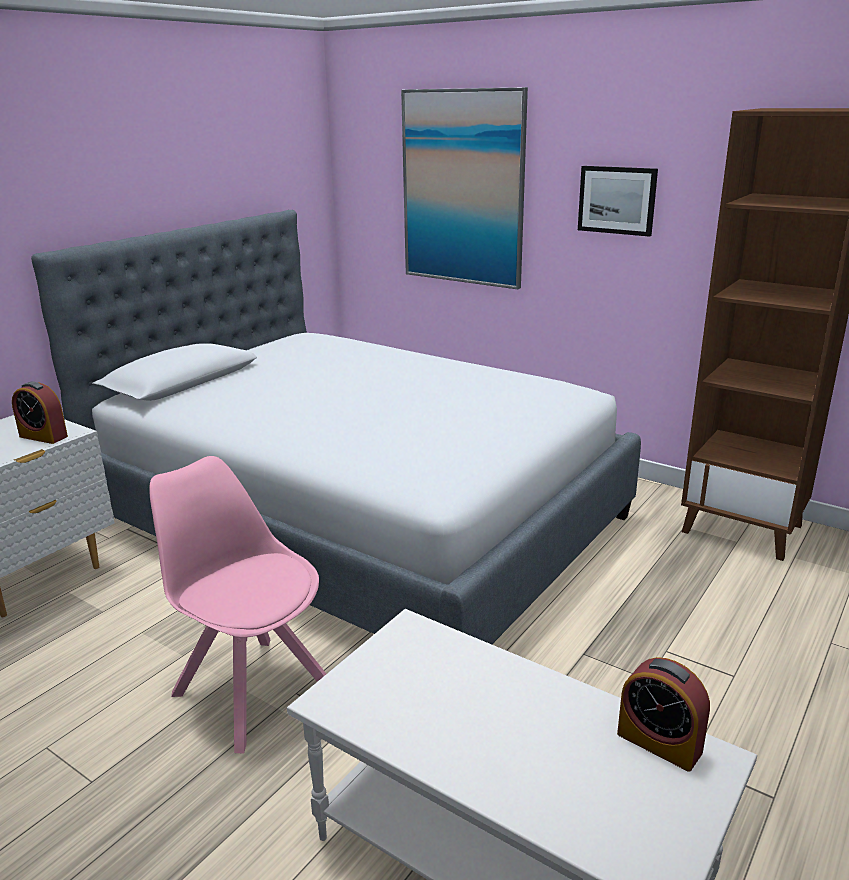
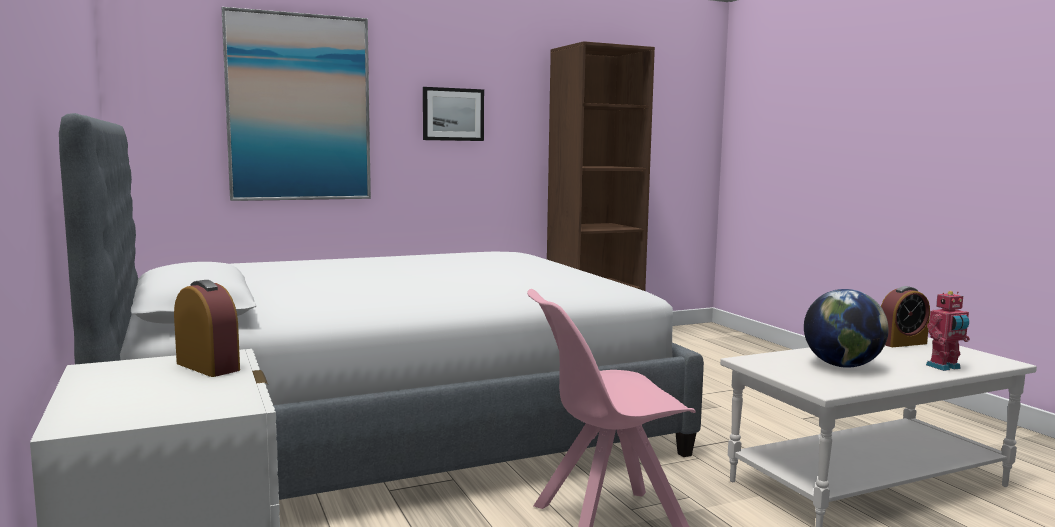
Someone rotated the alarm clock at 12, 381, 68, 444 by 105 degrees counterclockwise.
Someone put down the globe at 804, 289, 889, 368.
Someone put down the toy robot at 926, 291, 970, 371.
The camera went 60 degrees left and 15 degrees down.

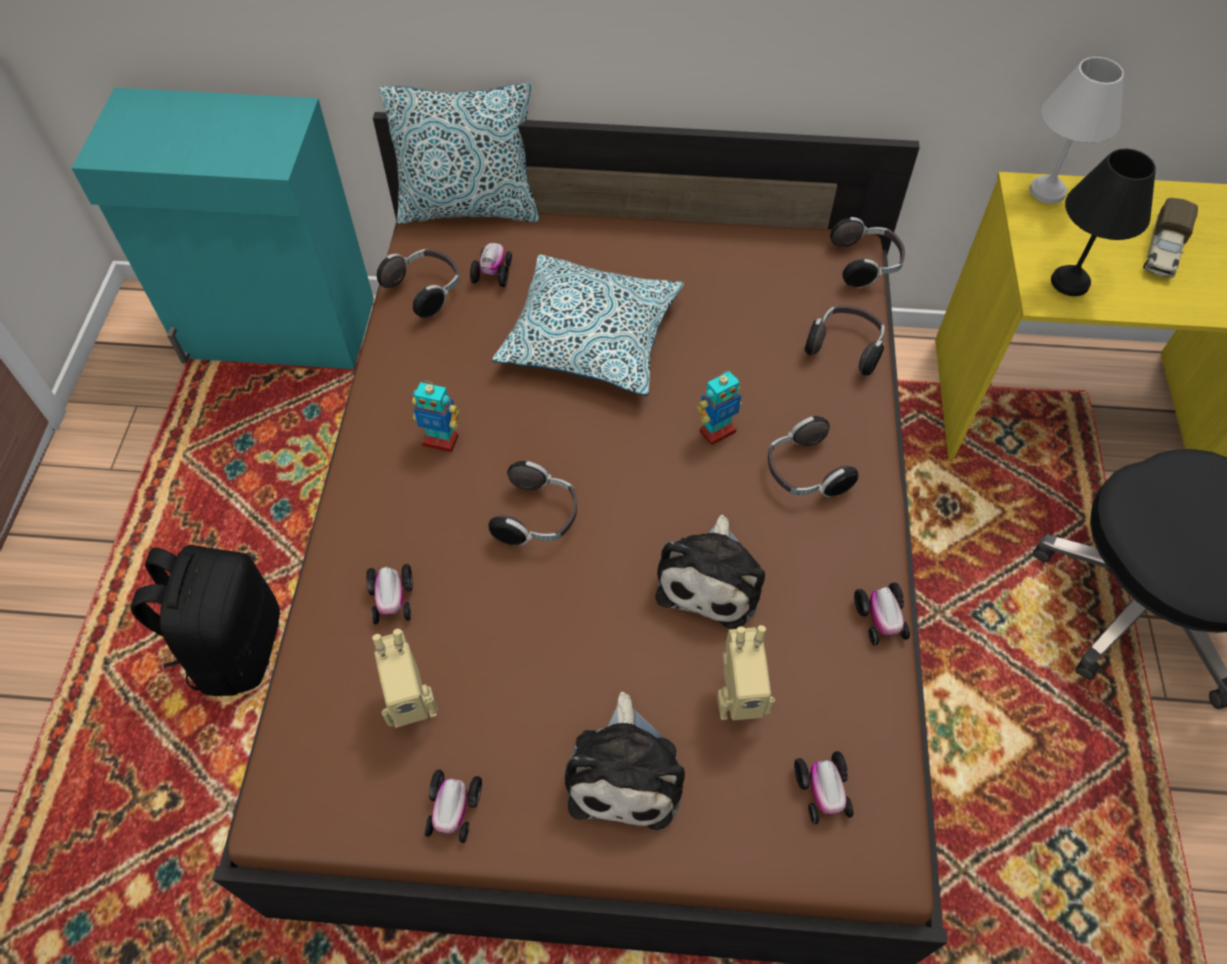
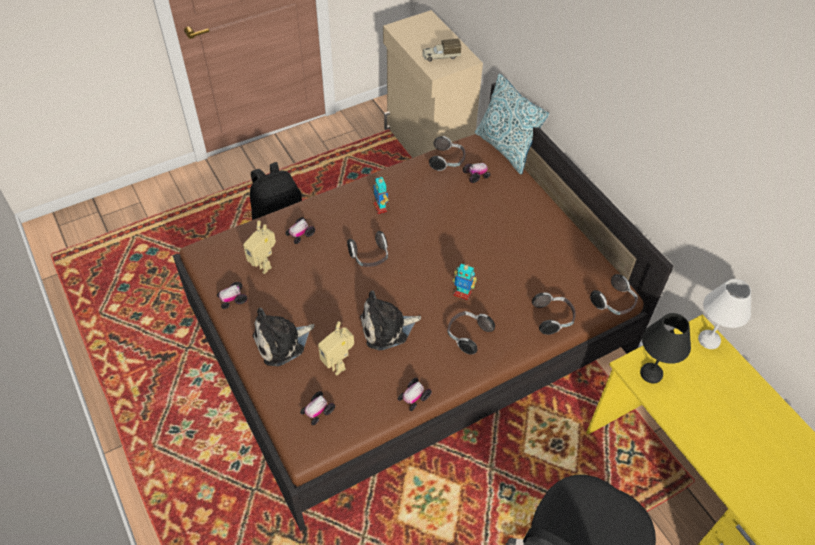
Someone repainted the turquoise cabinet at 71, 88, 374, 369, which became the beige cabinet at 383, 10, 483, 158.
Someone carried the toy truck from 1143, 198, 1198, 278 to 423, 39, 461, 61.
Someone took away the pillow at 492, 255, 684, 396.
The camera went 55 degrees right and 5 degrees down.

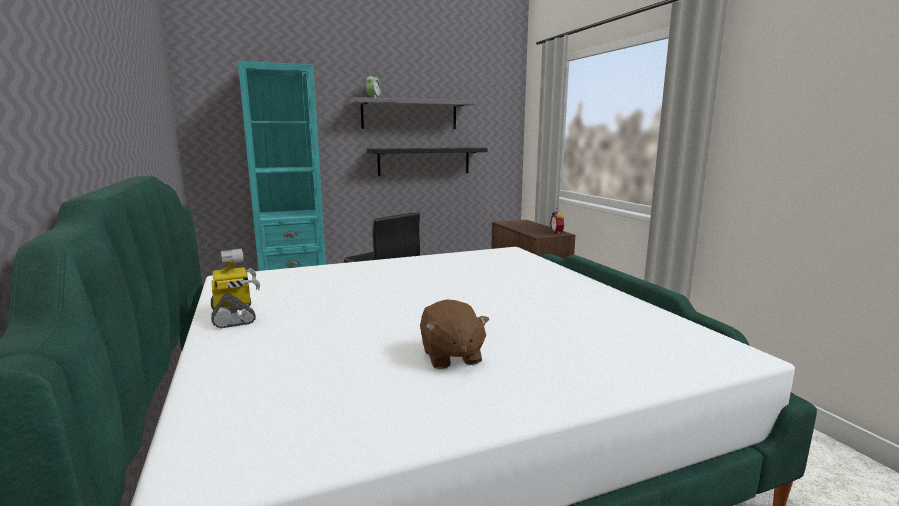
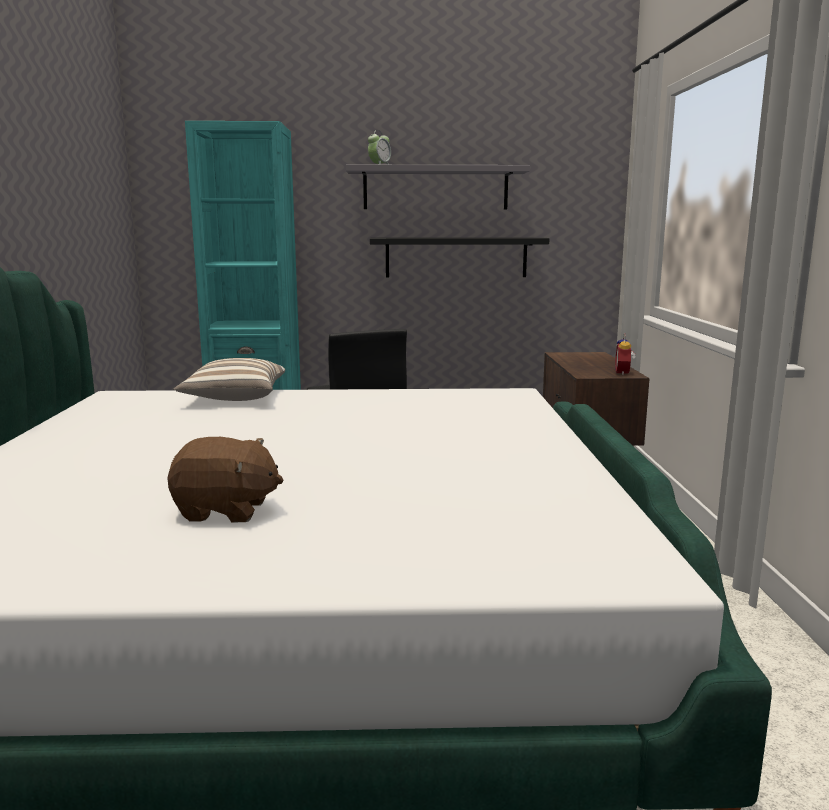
Someone rotated the brown plush toy at 420, 299, 490, 369 by 90 degrees counterclockwise.
Someone put down the pillow at 174, 358, 285, 401.
Someone took away the toy robot at 211, 249, 260, 328.
The camera went 20 degrees right and 0 degrees up.

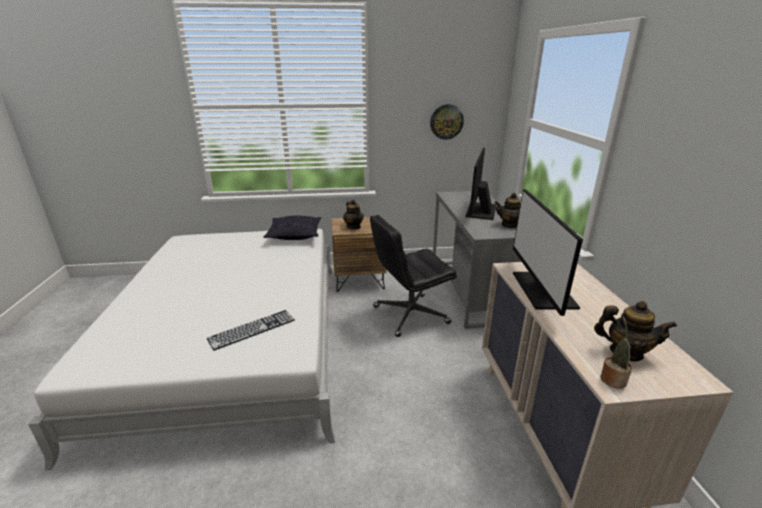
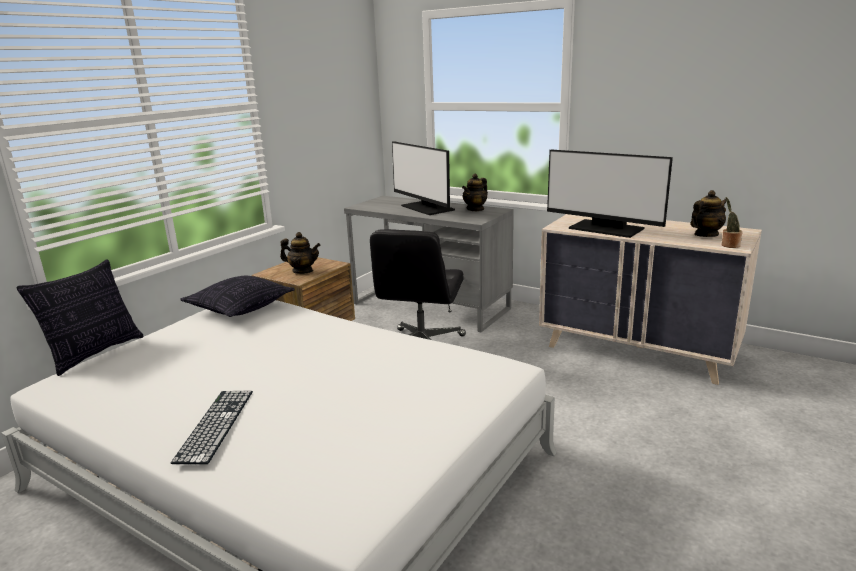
Someone put down the pillow at 17, 259, 144, 376.
Someone carried the keyboard from 207, 310, 295, 351 to 171, 390, 253, 464.
Someone took away the wall clock at 430, 104, 464, 140.
The camera went 50 degrees left and 5 degrees down.

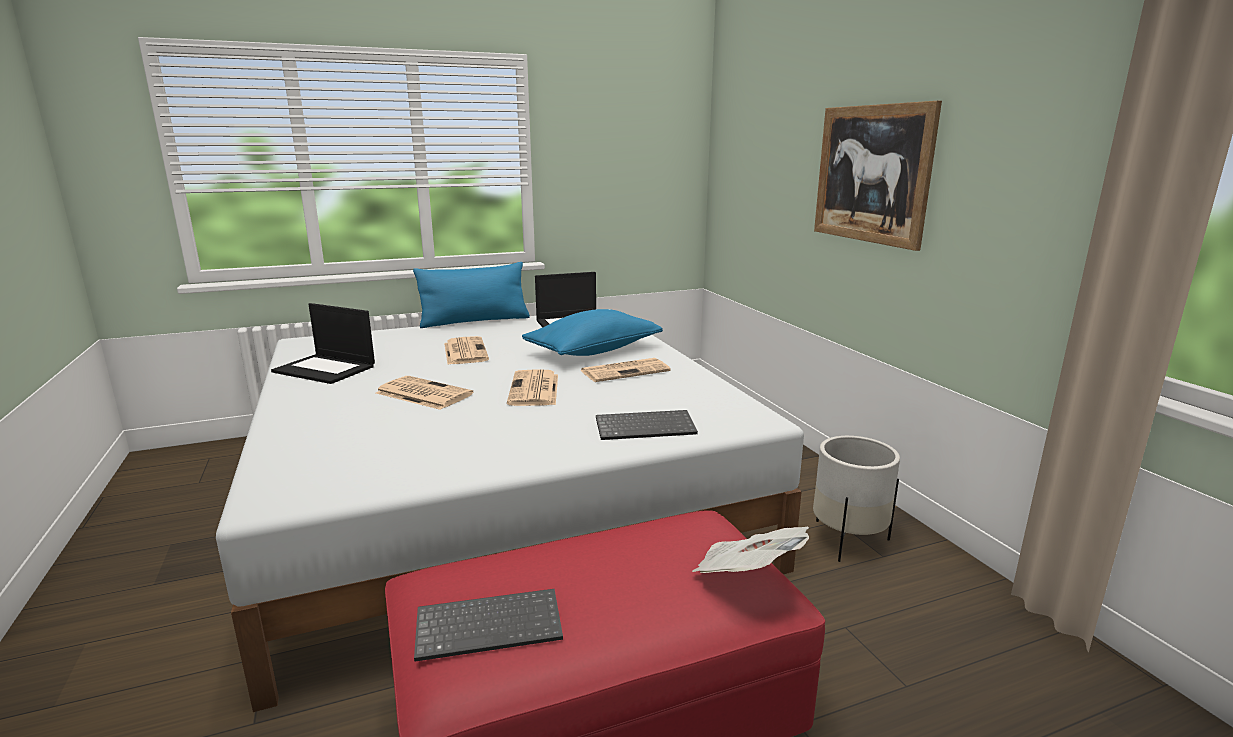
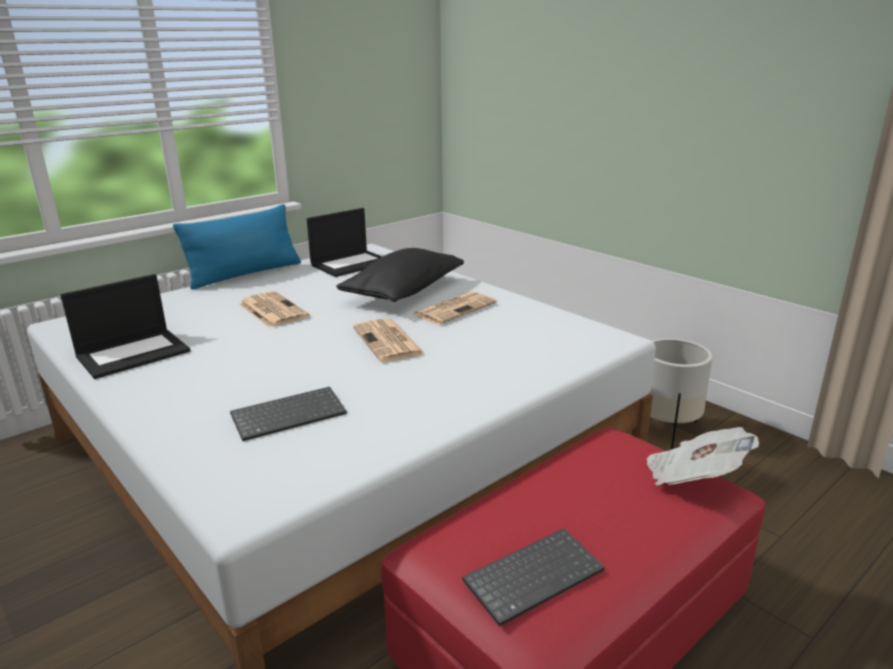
Someone rotated the laptop at 271, 303, 375, 384 by 45 degrees counterclockwise.
Someone carried the keyboard from 596, 410, 698, 440 to 230, 387, 347, 441.
Someone repainted the blue pillow at 522, 309, 663, 356, which became the black pillow at 336, 248, 464, 302.
Someone took away the newspaper at 376, 376, 473, 410.
Someone took away the picture at 814, 101, 942, 251.
The camera went 20 degrees left and 5 degrees up.

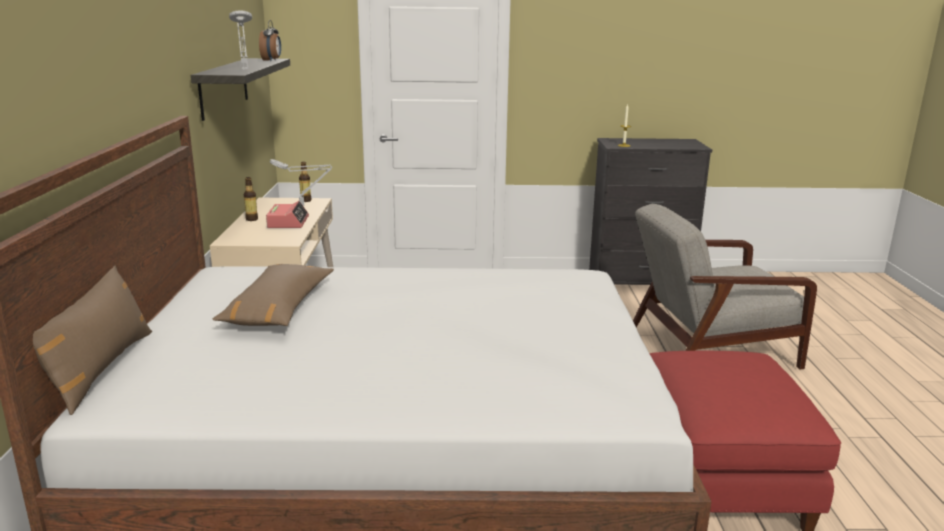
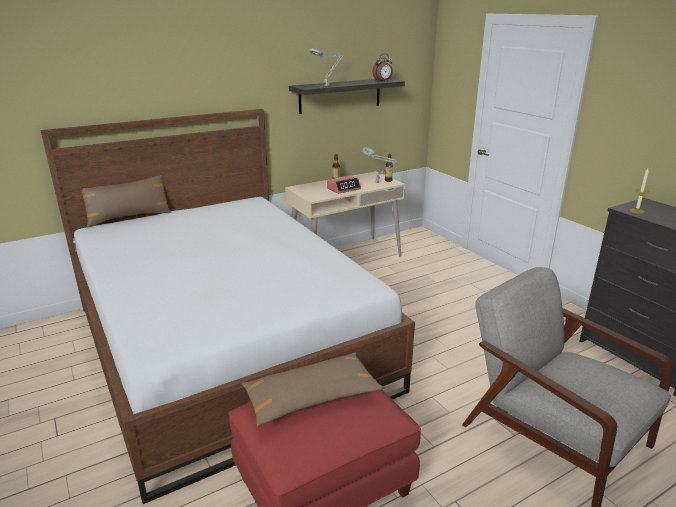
Someone carried the brown pillow from 212, 264, 334, 326 to 242, 352, 384, 426.
The camera went 60 degrees right and 5 degrees up.

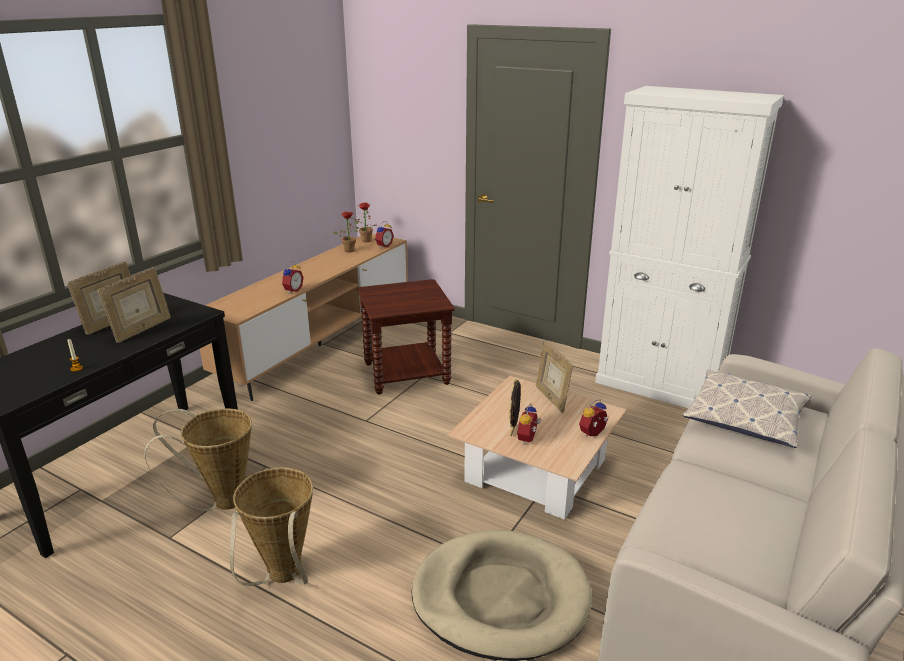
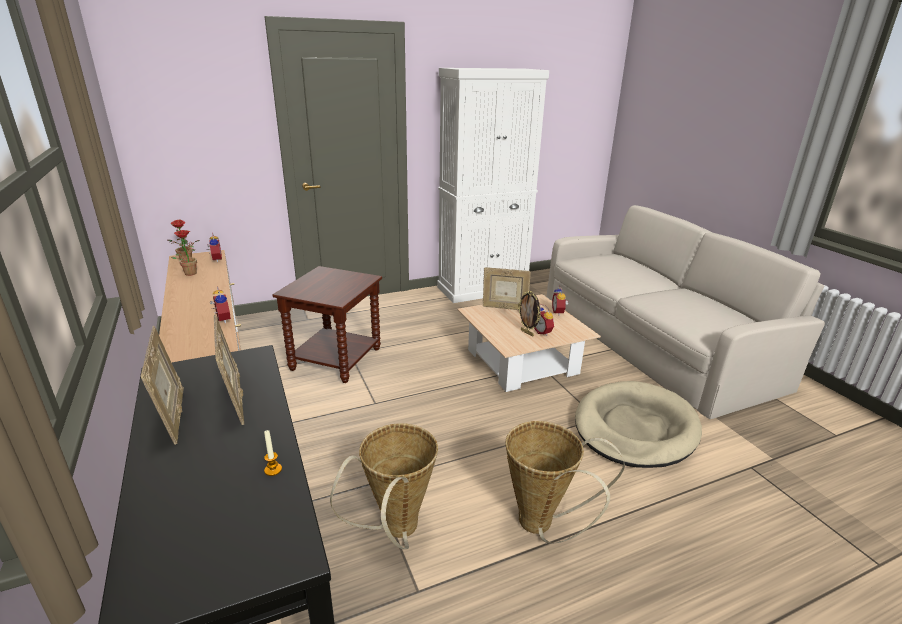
Someone took away the pillow at 682, 370, 811, 448.
The camera went 55 degrees left and 0 degrees up.

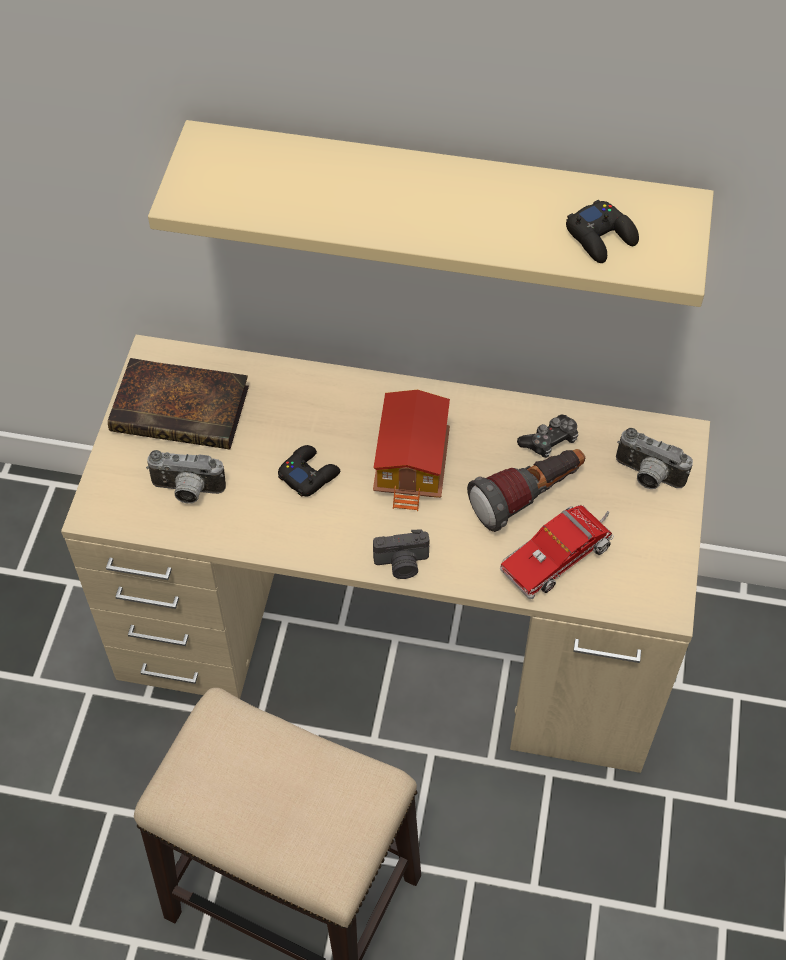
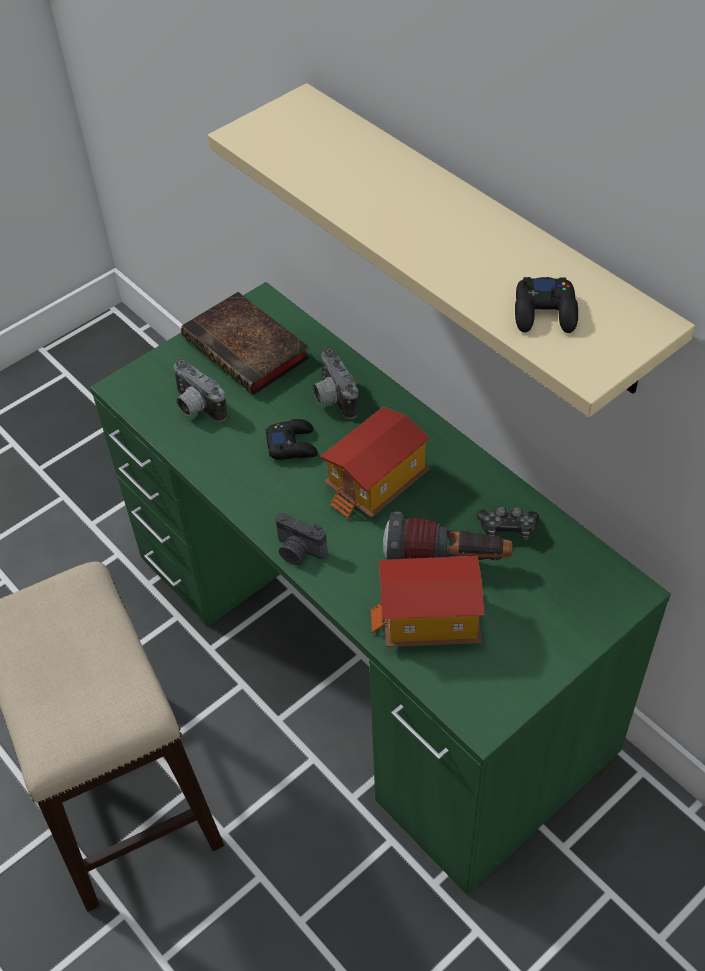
Someone repainted the beige desk at 61, 335, 710, 773, which became the green desk at 90, 282, 671, 895.
Someone carried the photo camera from 616, 428, 693, 489 to 313, 347, 358, 419.
Someone swapped the toy truck at 500, 505, 614, 599 for the toy house at 370, 556, 484, 647.
The camera went 40 degrees right and 5 degrees down.

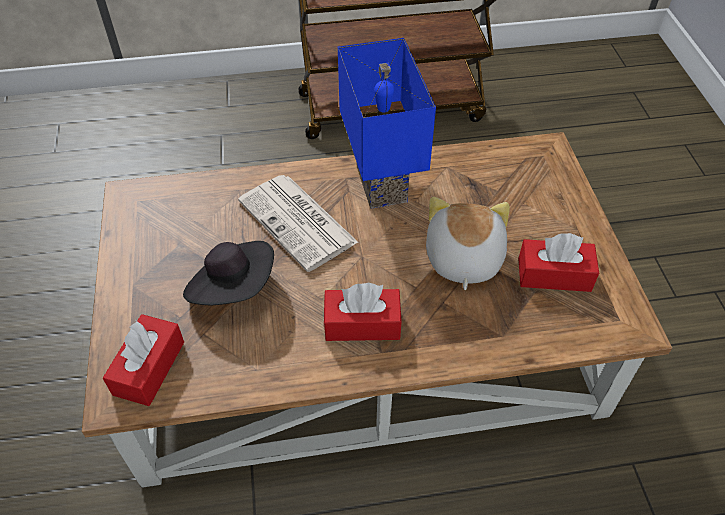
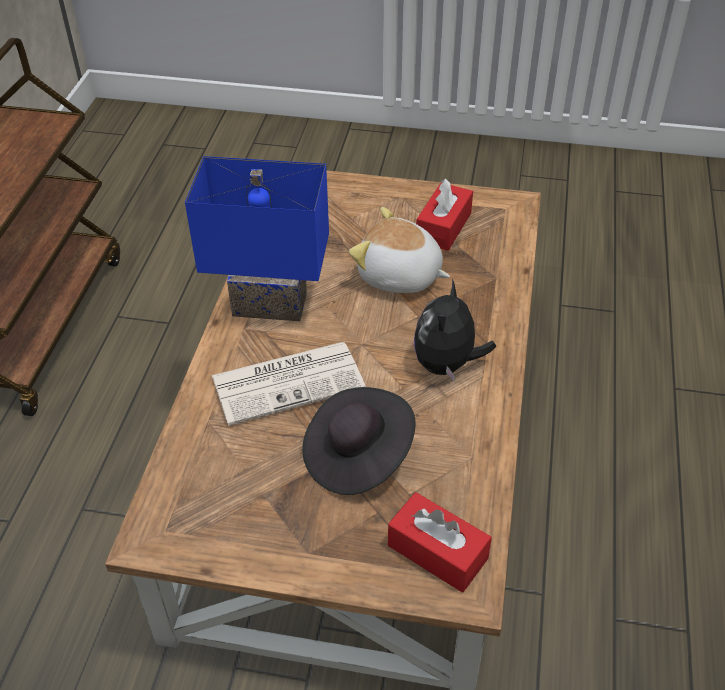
Someone swapped the red tissue box at 324, 283, 402, 341 for the plush toy at 413, 279, 496, 382.
The camera went 70 degrees left and 5 degrees down.

